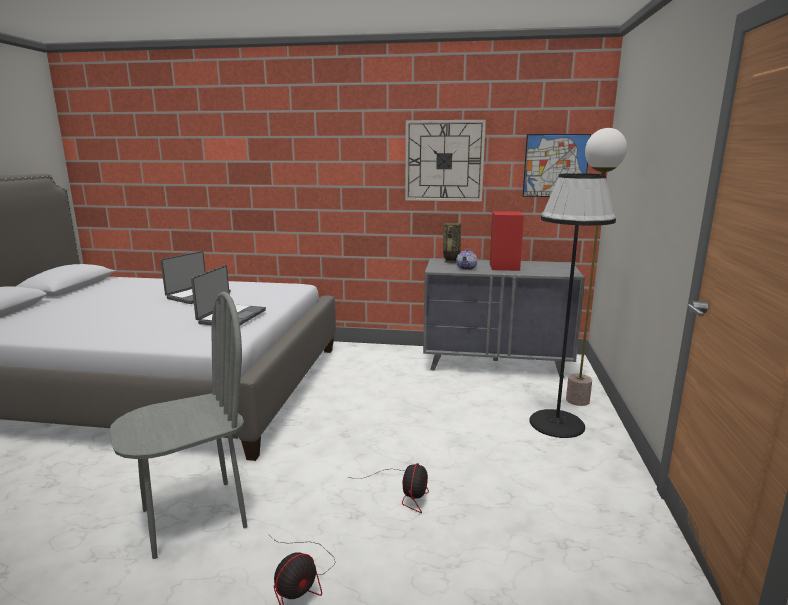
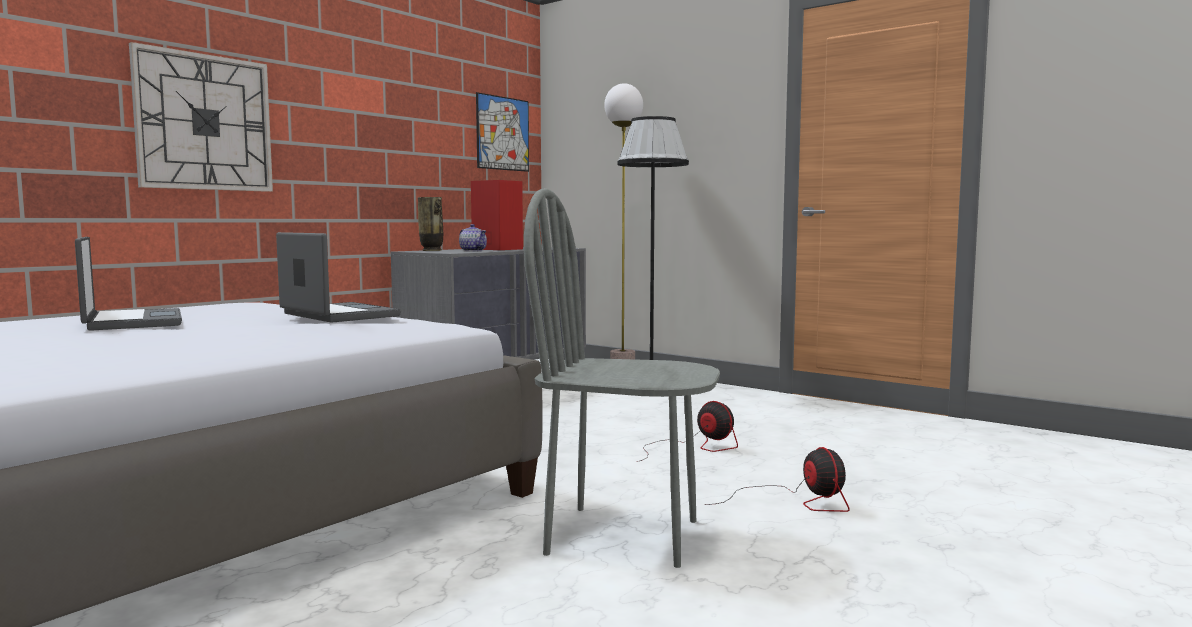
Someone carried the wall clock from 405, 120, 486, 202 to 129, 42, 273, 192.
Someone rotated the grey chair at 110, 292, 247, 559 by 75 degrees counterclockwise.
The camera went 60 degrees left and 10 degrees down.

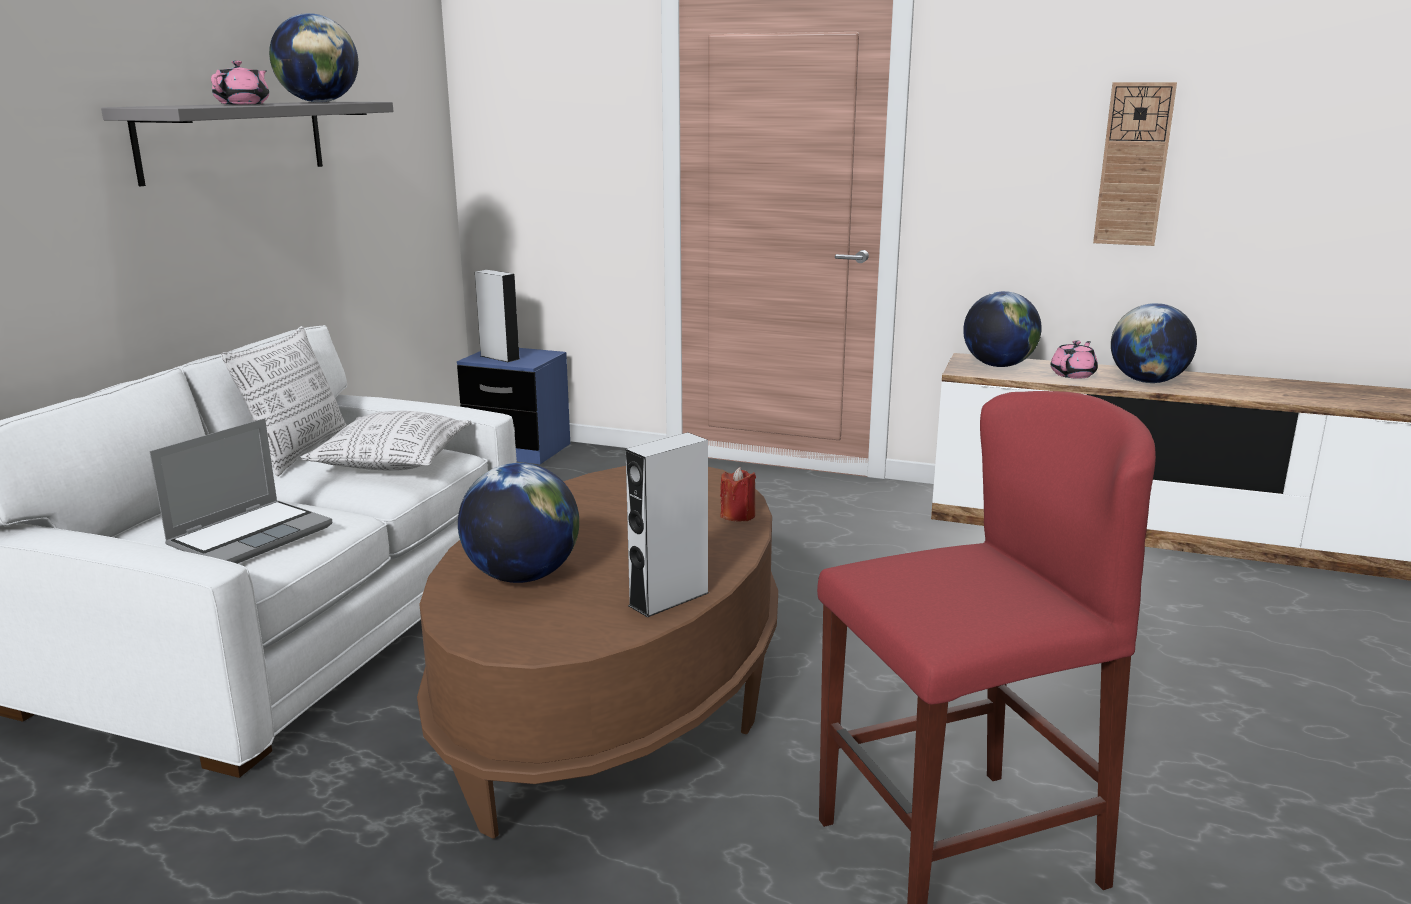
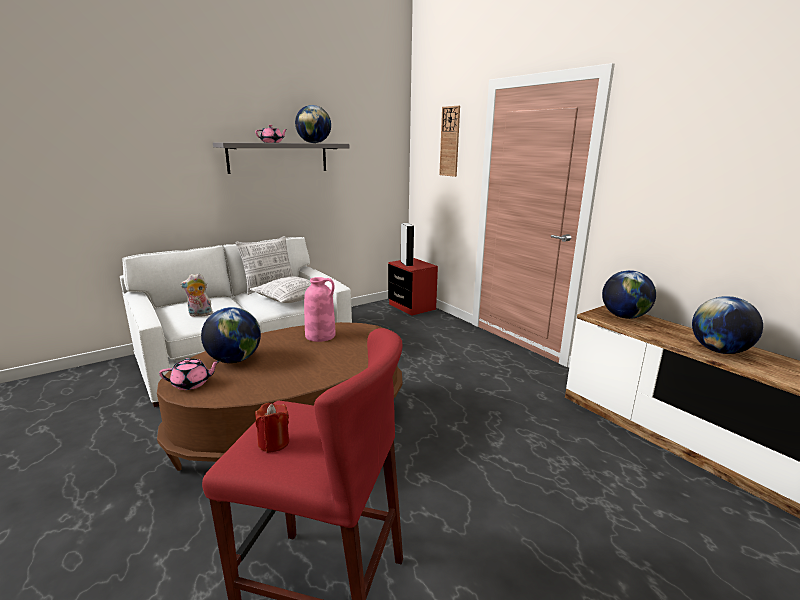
Someone carried the pink teapot from 1051, 340, 1098, 379 to 159, 358, 220, 390.
Someone swapped the laptop at 149, 418, 332, 564 for the plush toy at 180, 273, 213, 317.
Someone carried the red candle from 720, 467, 756, 522 to 255, 403, 289, 453.
Someone put down the pink vase at 304, 277, 336, 342.
Someone repainted the blue nightstand at 457, 348, 570, 464, which became the red nightstand at 388, 258, 438, 316.
Someone carried the wall clock from 1093, 82, 1177, 246 to 439, 106, 460, 177.
Someone took away the grey speaker at 626, 432, 709, 617.
The camera went 35 degrees right and 0 degrees up.

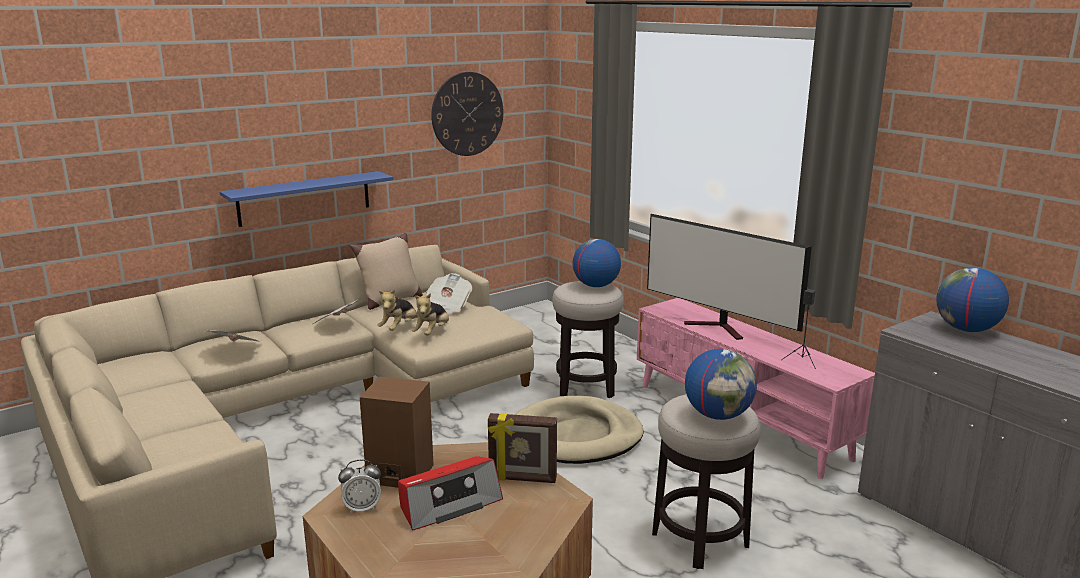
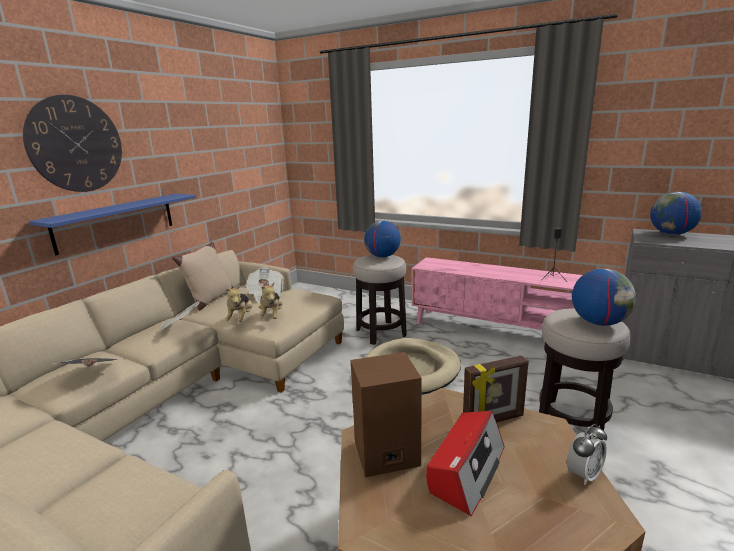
Someone carried the wall clock from 431, 72, 503, 156 to 23, 95, 122, 192.
Someone carried the alarm clock from 338, 460, 381, 514 to 567, 424, 607, 485.
Someone took away the television at 647, 214, 812, 340.
The camera went 25 degrees left and 0 degrees up.

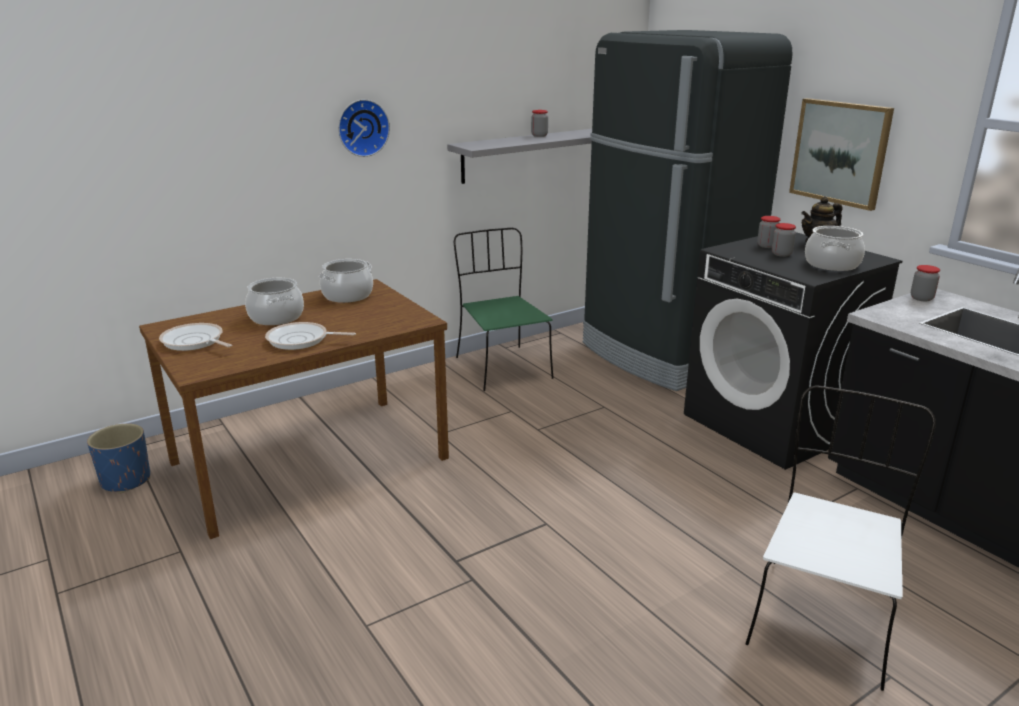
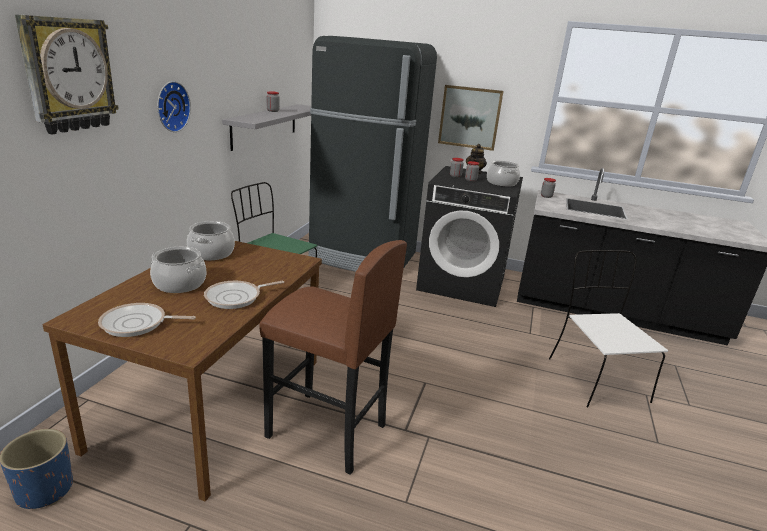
Someone put up the wall clock at 15, 14, 119, 134.
Someone put down the brown stool at 259, 240, 407, 475.
The camera went 40 degrees left and 0 degrees up.

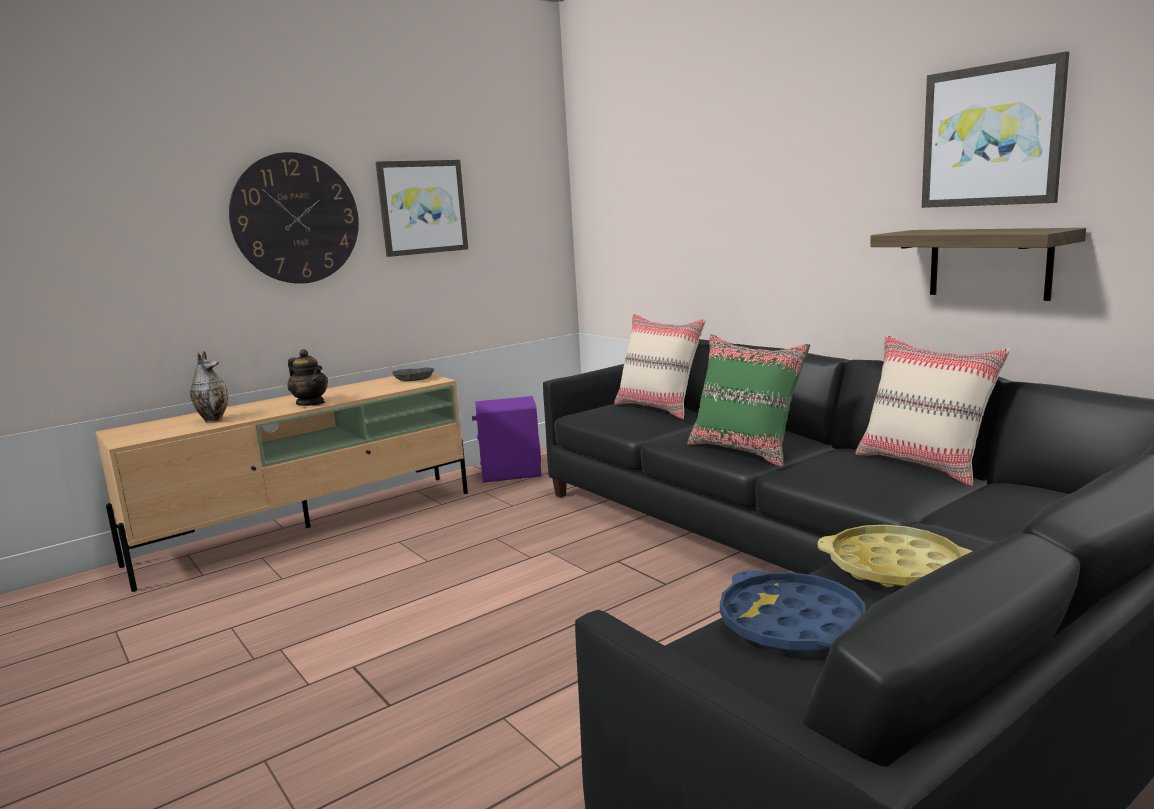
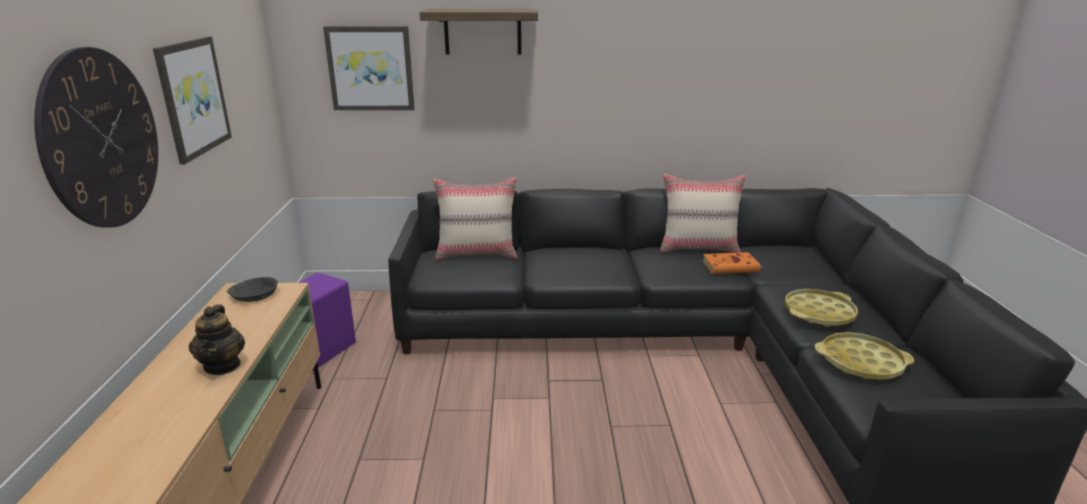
Someone rotated the teapot at 287, 349, 328, 406 by 90 degrees clockwise.
Someone carried the picture from 922, 51, 1069, 208 to 323, 26, 415, 110.
Someone carried the shelf from 870, 228, 1086, 301 to 420, 9, 538, 54.
Someone put down the orange book at 702, 252, 765, 274.
Someone repainted the blue tray at 720, 570, 866, 651, which became the yellow tray at 814, 332, 914, 380.
Someone took away the vase at 190, 351, 228, 423.
Someone took away the green pillow at 687, 334, 810, 467.
The camera went 55 degrees left and 10 degrees up.

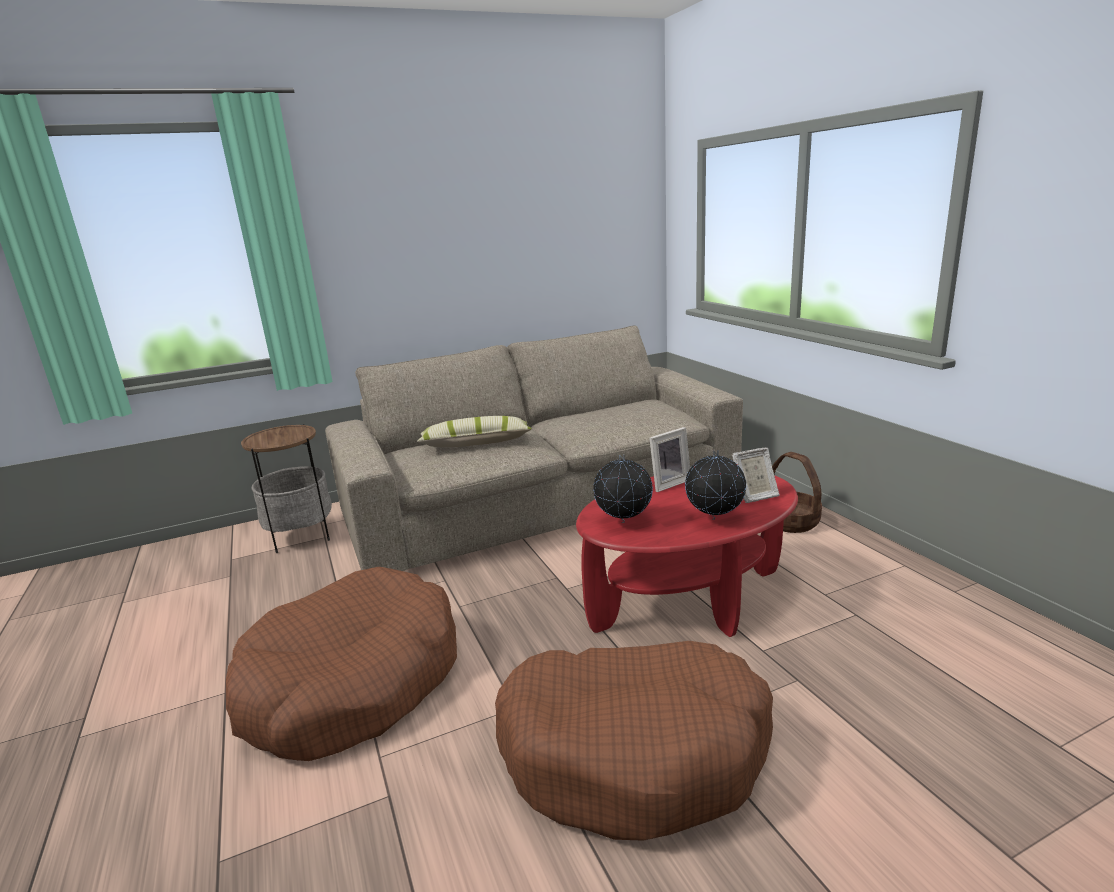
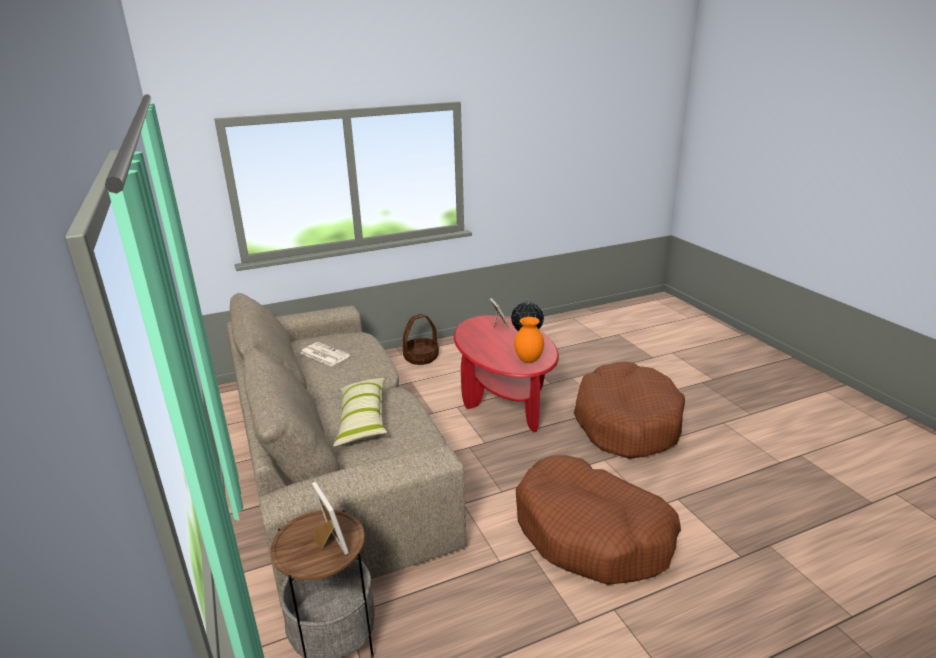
Someone put down the newspaper at 301, 342, 350, 366.
Someone carried the picture frame from 649, 427, 690, 492 to 312, 482, 349, 555.
Someone swapped the globe at 593, 454, 653, 523 for the orange vase at 514, 317, 544, 363.
The camera went 90 degrees left and 5 degrees up.

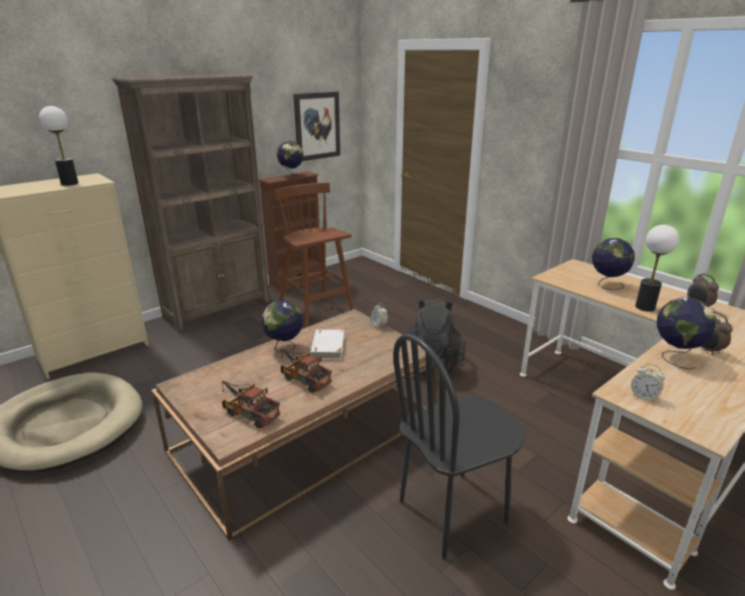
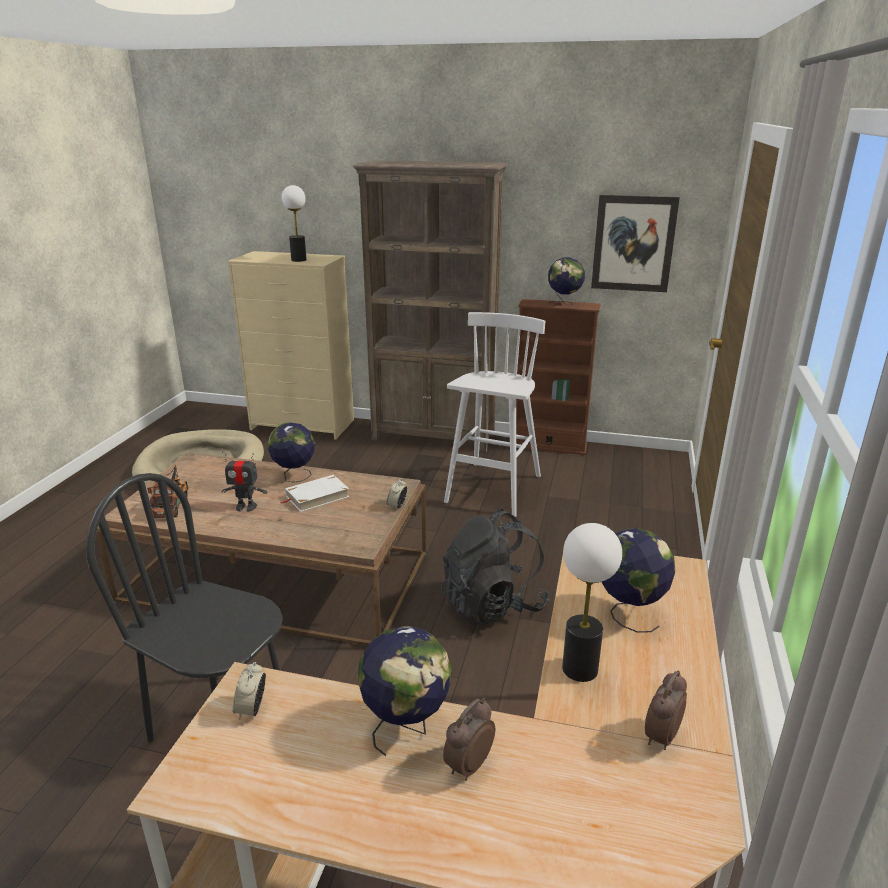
Someone swapped the toy truck at 281, 348, 332, 392 for the toy robot at 222, 451, 267, 512.
Someone repainted the brown stool at 274, 182, 354, 328, which became the white stool at 444, 312, 545, 517.
The camera went 55 degrees right and 0 degrees up.

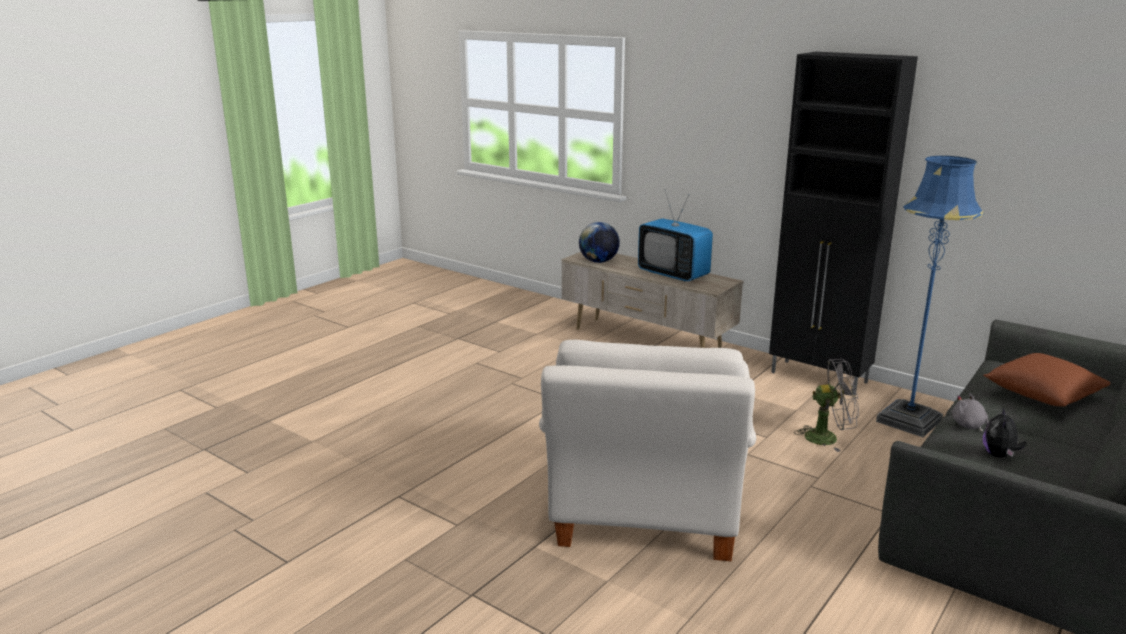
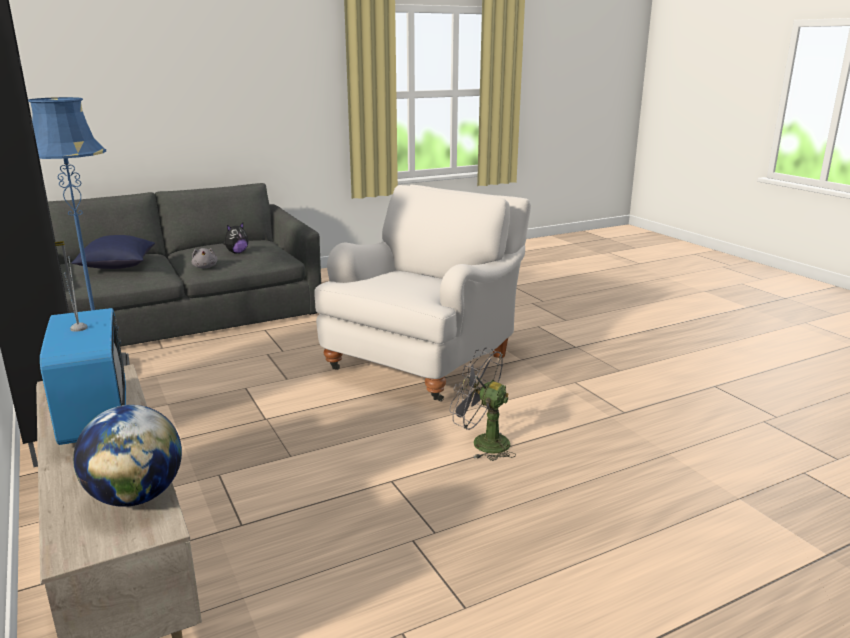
Someone repainted the brown pillow at 983, 353, 1110, 407, which became the blue pillow at 72, 235, 155, 269.
Someone carried the grey fan from 794, 359, 859, 452 to 450, 348, 516, 461.
The camera went 155 degrees left and 0 degrees up.

